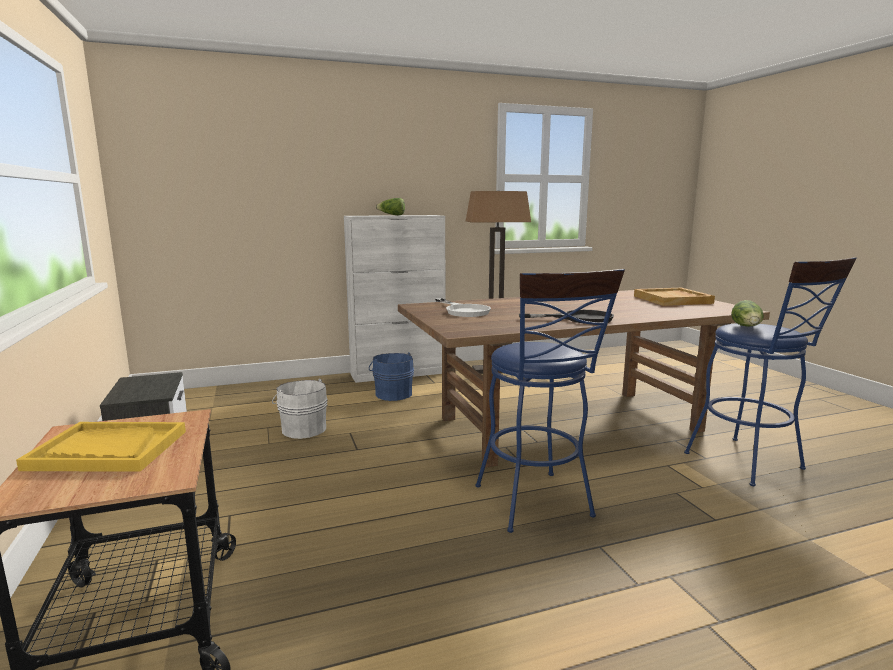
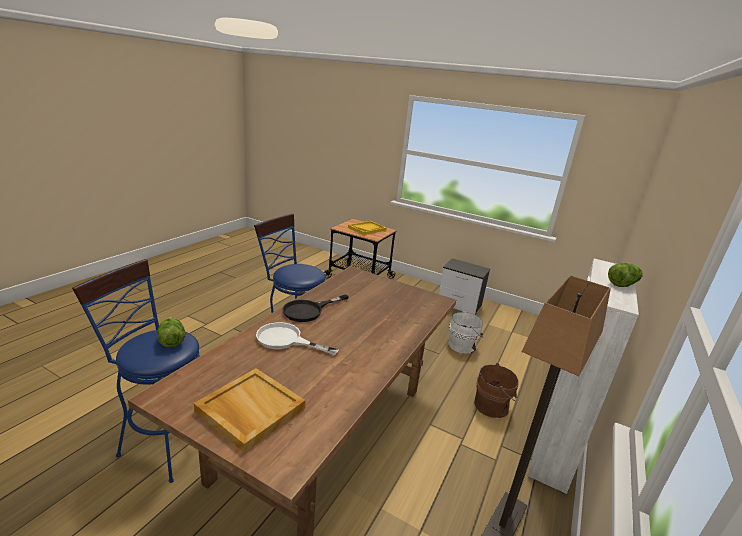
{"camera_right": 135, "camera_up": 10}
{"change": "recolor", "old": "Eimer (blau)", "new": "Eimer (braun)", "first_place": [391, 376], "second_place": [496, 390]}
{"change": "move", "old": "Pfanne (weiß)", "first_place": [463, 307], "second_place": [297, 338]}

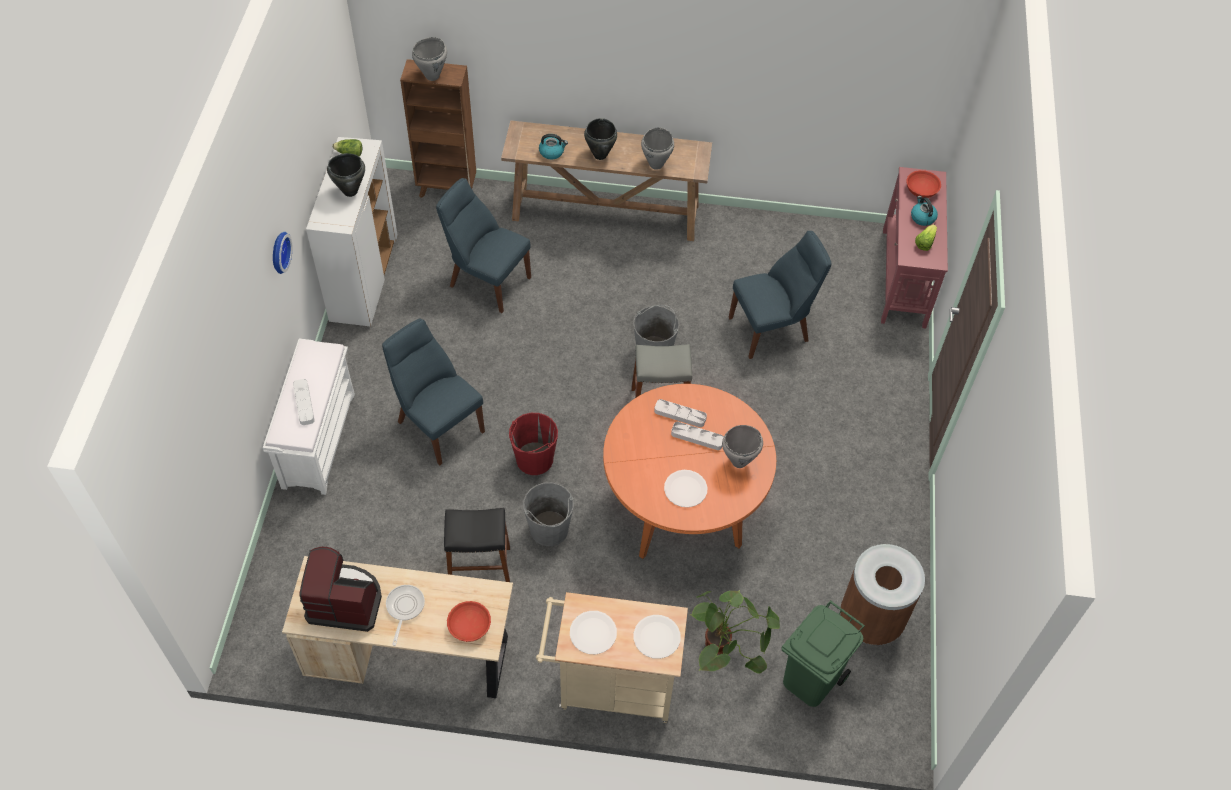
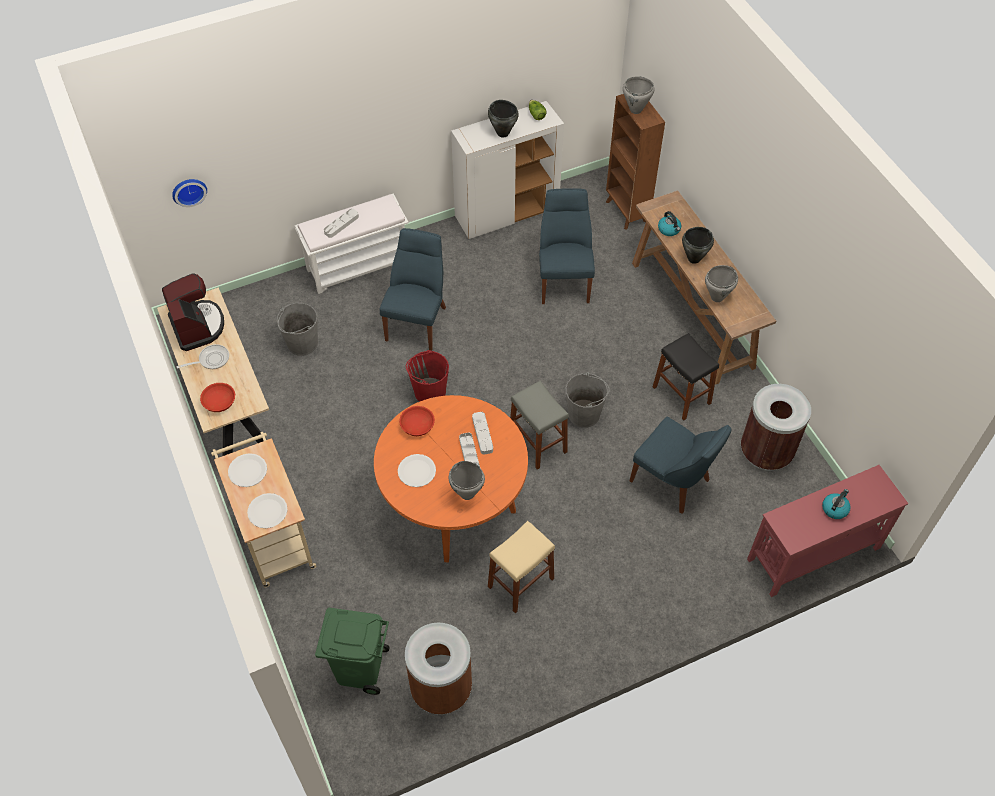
{"camera_right": 60, "camera_up": 0}
{"change": "move", "old": "Wanduhr", "first_place": [282, 253], "second_place": [189, 193]}
{"change": "move", "old": "Hocker (schwarz)", "first_place": [477, 545], "second_place": [686, 376]}
{"change": "move", "old": "Eimer (grau)", "first_place": [548, 514], "second_place": [297, 329]}
{"change": "delete", "old": "Topfpflanze", "first_place": [735, 632]}
{"change": "move", "old": "Schüssel (rot)", "first_place": [923, 184], "second_place": [417, 421]}
{"change": "delete", "old": "Salatkopf", "first_place": [926, 238]}
{"change": "insert", "new": "Hocker (beige)", "second_place": [521, 567]}
{"change": "insert", "new": "Mülleimer (braun)", "second_place": [776, 427]}

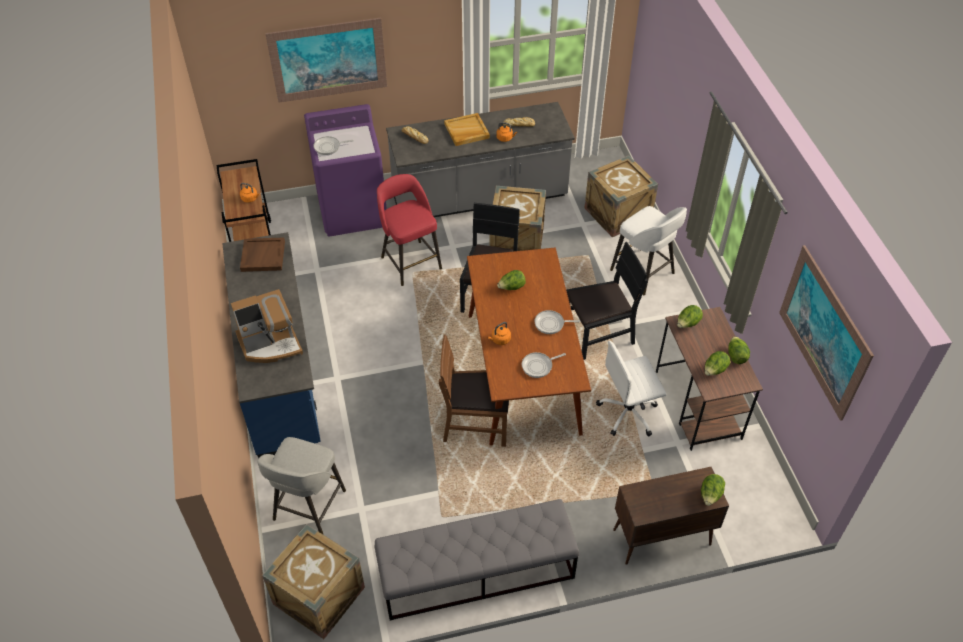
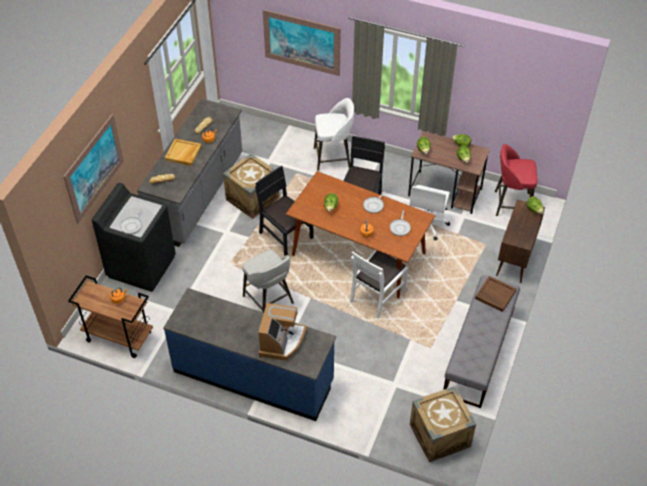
{"camera_right": -55, "camera_up": 0}
{"change": "move", "old": "Tablett (braun)", "first_place": [262, 254], "second_place": [496, 294]}
{"change": "move", "old": "Hocker (grau)", "first_place": [301, 486], "second_place": [268, 281]}
{"change": "recolor", "old": "Waschmaschine (lila)", "new": "Waschmaschine (schwarz)", "first_place": [345, 170], "second_place": [134, 237]}
{"change": "move", "old": "Hocker (rot)", "first_place": [409, 230], "second_place": [516, 180]}
{"change": "recolor", "old": "Stuhl (braun)", "new": "Stuhl (weiß)", "first_place": [474, 391], "second_place": [379, 284]}
{"change": "delete", "old": "Kiste", "first_place": [621, 196]}
{"change": "move", "old": "Bild", "first_place": [826, 333], "second_place": [302, 42]}

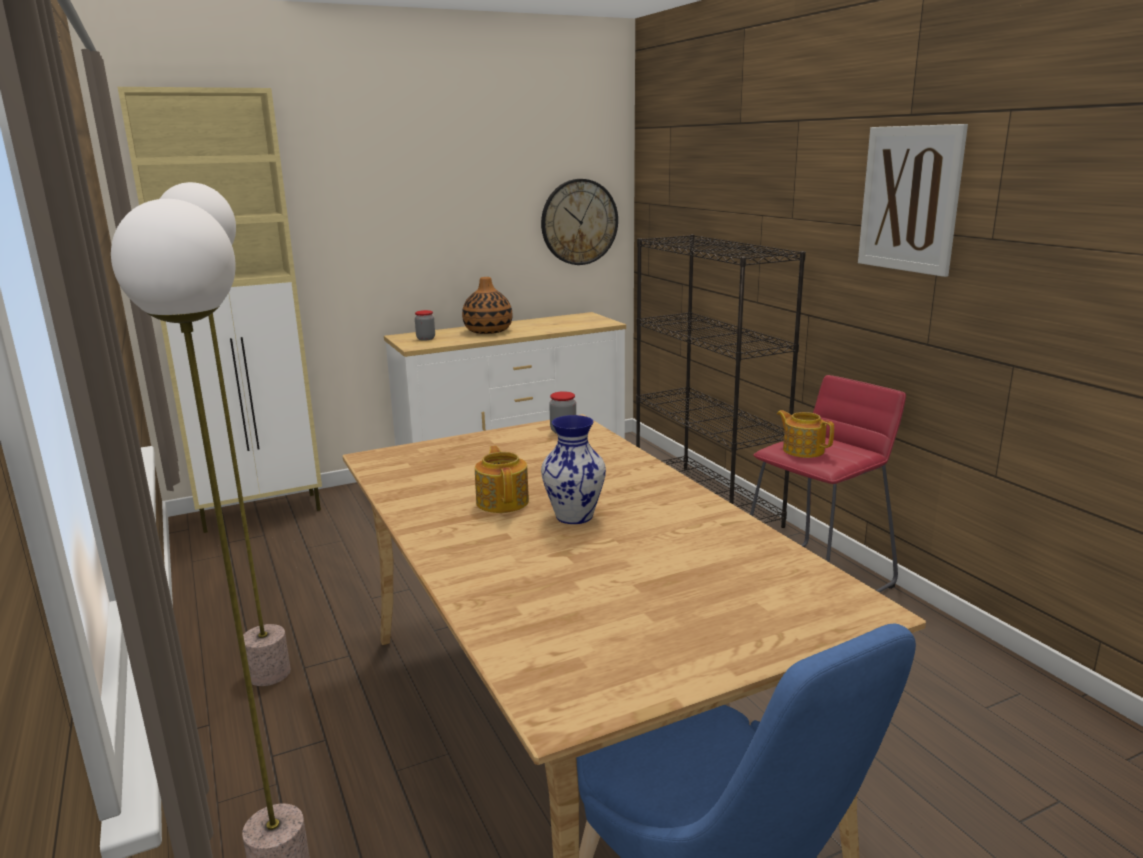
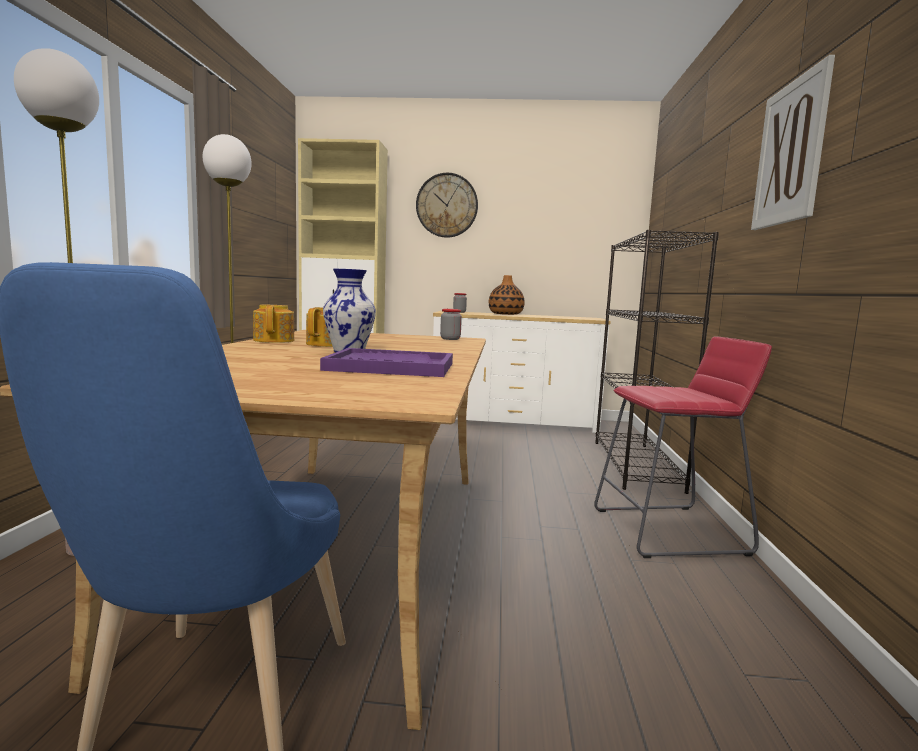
{"camera_right": 30, "camera_up": -10}
{"change": "move", "old": "Wanduhr", "first_place": [579, 222], "second_place": [447, 205]}
{"change": "move", "old": "Teekanne", "first_place": [805, 434], "second_place": [273, 324]}
{"change": "insert", "new": "Tablett (lila)", "second_place": [386, 362]}

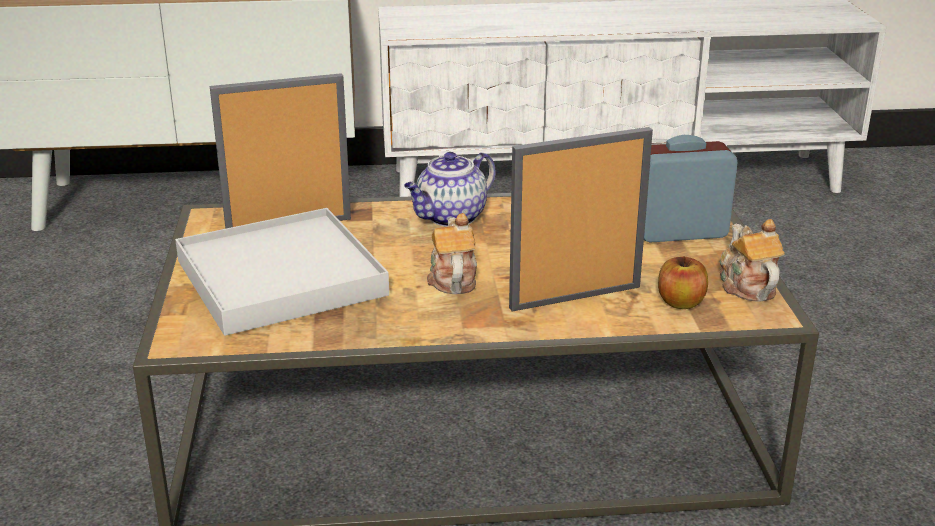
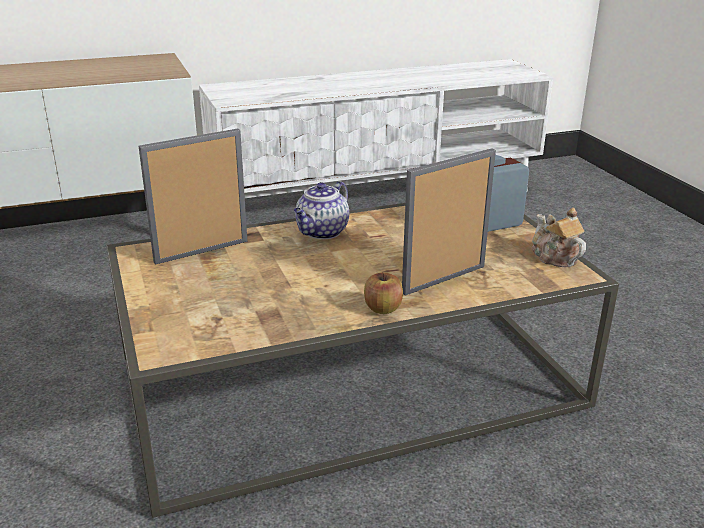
{"camera_right": -15, "camera_up": 0}
{"change": "delete", "old": "Tablett (weiß)", "first_place": [282, 272]}
{"change": "delete", "old": "Teekanne", "first_place": [452, 253]}
{"change": "move", "old": "Apfel", "first_place": [683, 282], "second_place": [383, 293]}

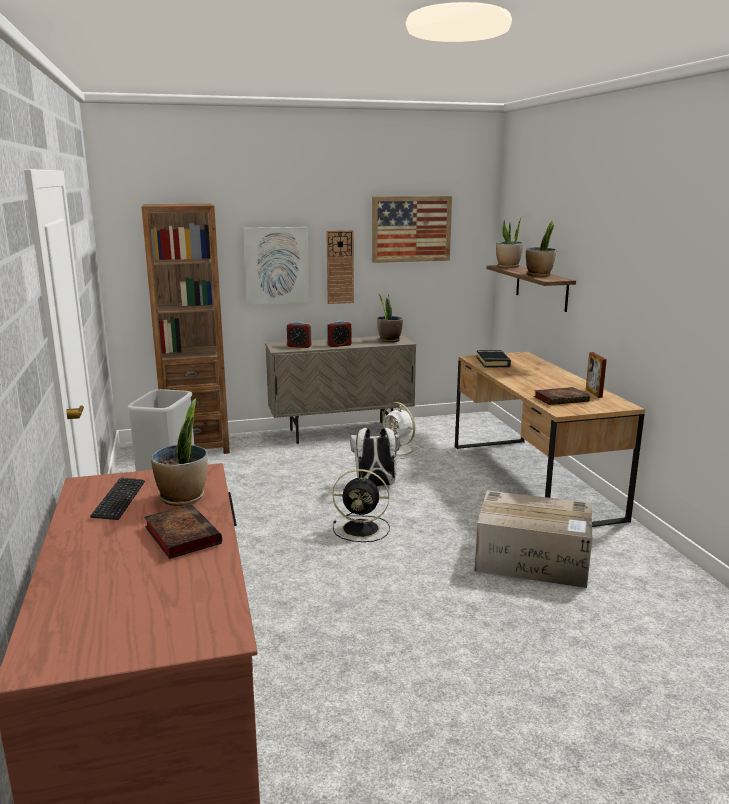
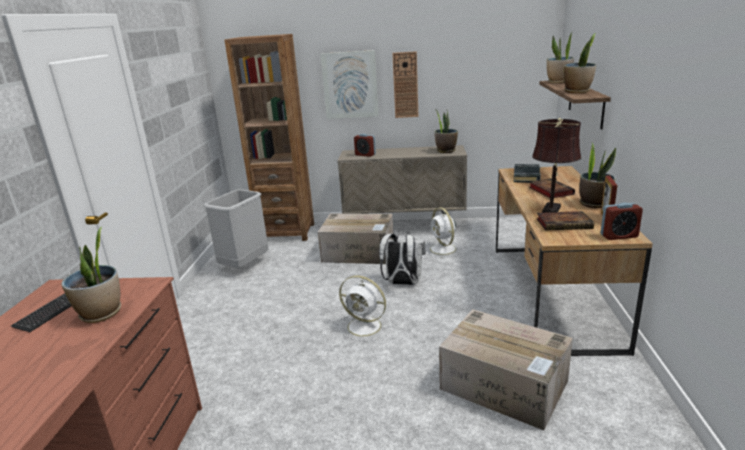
{"camera_right": 20, "camera_up": 5}
{"change": "move", "old": "Buch", "first_place": [183, 531], "second_place": [552, 188]}
{"change": "move", "old": "Wecker", "first_place": [339, 333], "second_place": [622, 221]}
{"change": "recolor", "old": "Ventilator (schwarz)", "new": "Ventilator (weiß)", "first_place": [361, 505], "second_place": [365, 308]}
{"change": "delete", "old": "Bild", "first_place": [412, 229]}
{"change": "insert", "new": "Karton", "second_place": [356, 238]}
{"change": "insert", "new": "Tischlampe (braun)", "second_place": [556, 165]}
{"change": "insert", "new": "Topfpflanze", "second_place": [597, 175]}

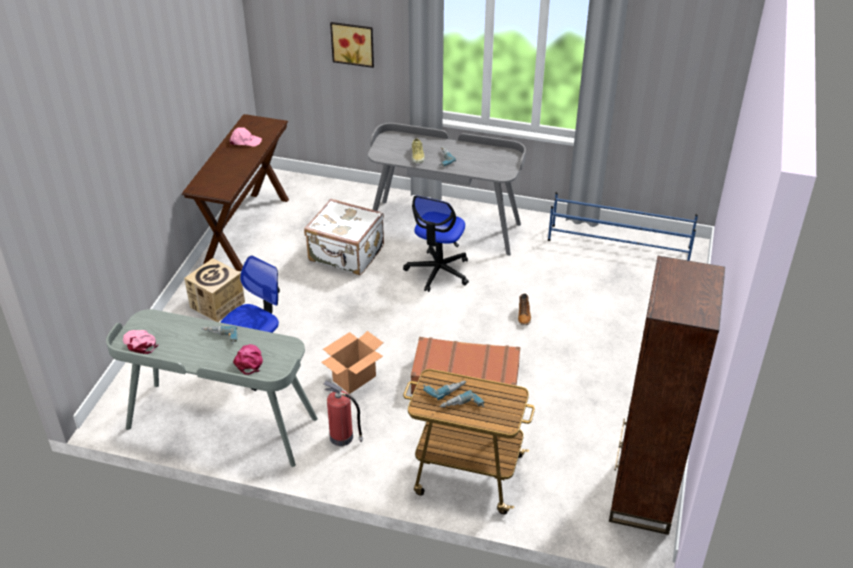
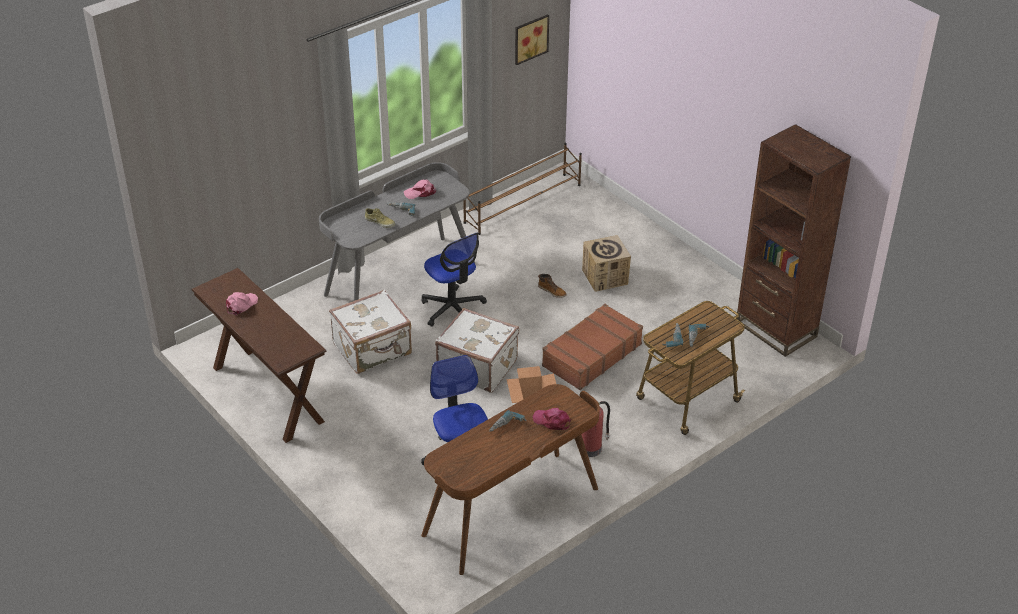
{"camera_right": -55, "camera_up": 0}
{"change": "recolor", "old": "Schreibtisch (grau)", "new": "Schreibtisch (braun)", "first_place": [212, 388], "second_place": [510, 479]}
{"change": "move", "old": "Kappe (rosa)", "first_place": [140, 342], "second_place": [420, 189]}
{"change": "move", "old": "Karton", "first_place": [214, 290], "second_place": [606, 263]}
{"change": "move", "old": "Bild", "first_place": [352, 45], "second_place": [532, 39]}
{"change": "recolor", "old": "Schuhregal (blau)", "new": "Schuhregal (braun)", "first_place": [623, 226], "second_place": [522, 189]}
{"change": "insert", "new": "Koffer (weiß)", "second_place": [477, 350]}

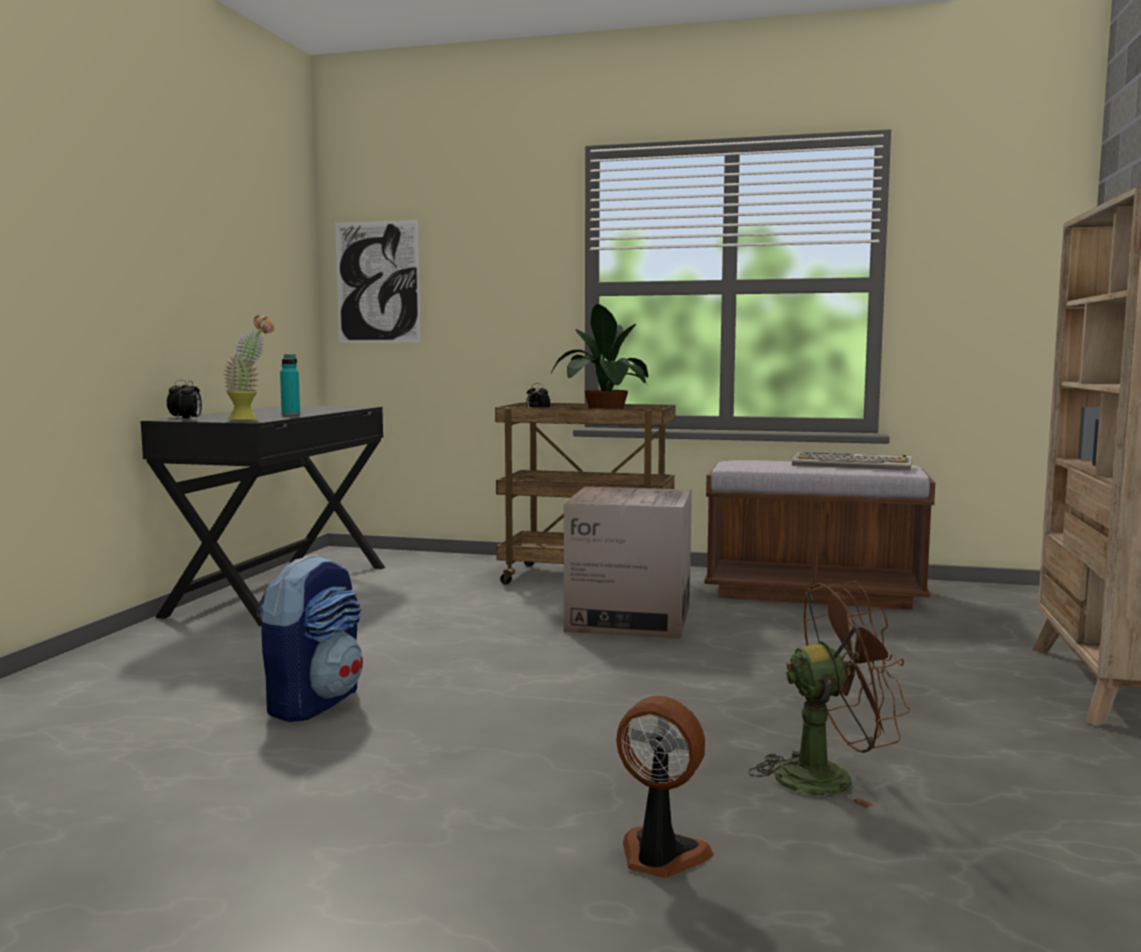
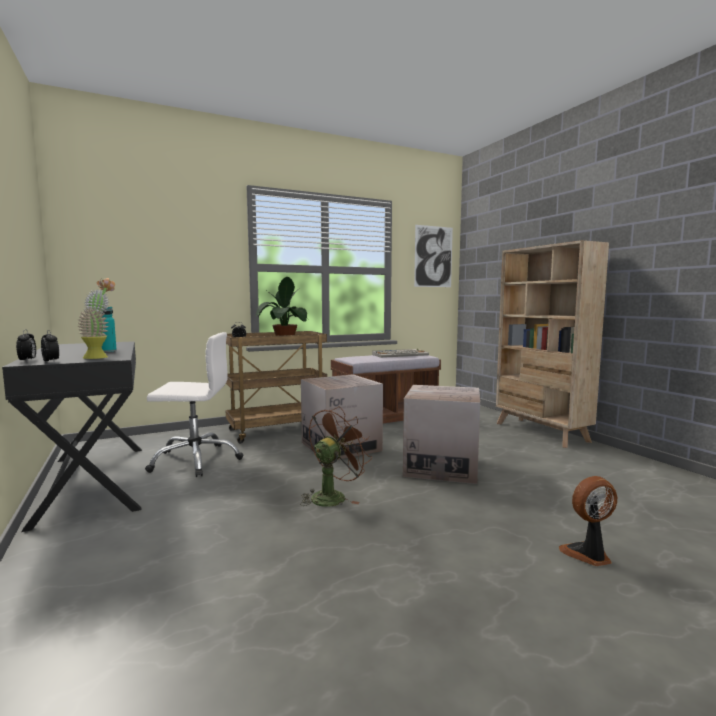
{"camera_right": -40, "camera_up": 0}
{"change": "delete", "old": "Rucksack", "first_place": [310, 638]}
{"change": "move", "old": "Bild", "first_place": [378, 281], "second_place": [433, 256]}
{"change": "move", "old": "Ventilator (braun)", "first_place": [829, 694], "second_place": [336, 456]}
{"change": "insert", "new": "Bürostuhl (weiß)", "second_place": [194, 404]}
{"change": "insert", "new": "Karton", "second_place": [441, 434]}

